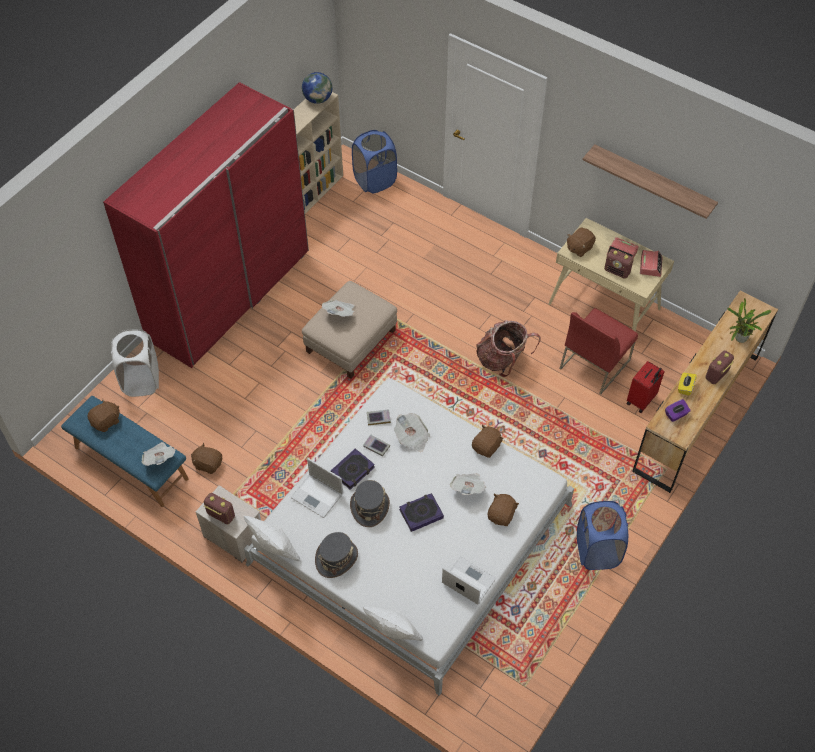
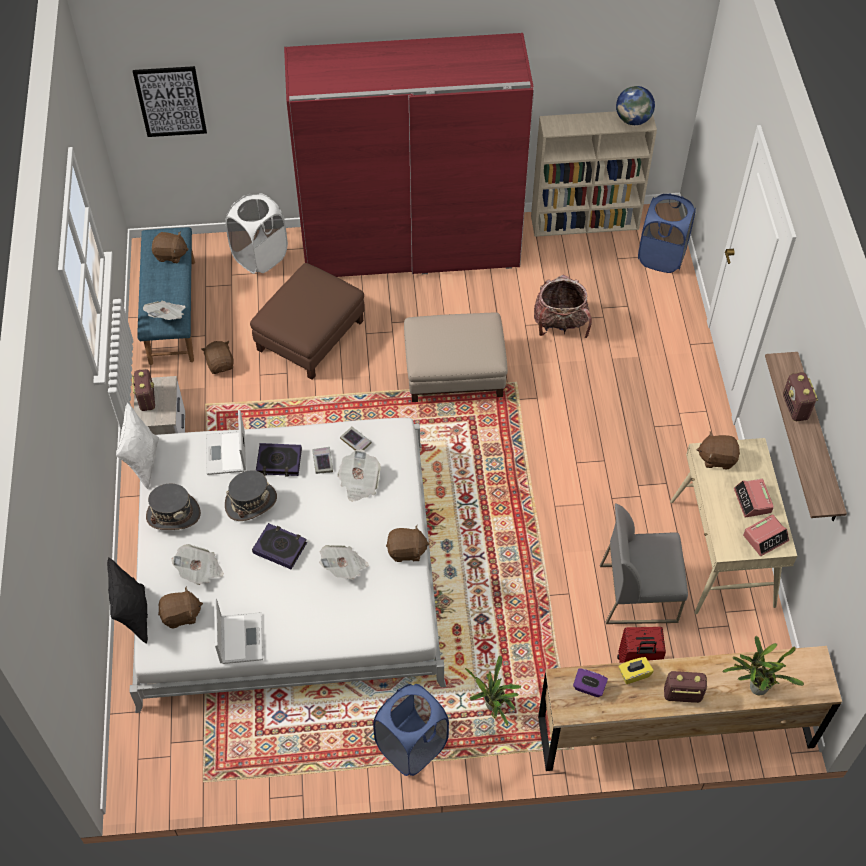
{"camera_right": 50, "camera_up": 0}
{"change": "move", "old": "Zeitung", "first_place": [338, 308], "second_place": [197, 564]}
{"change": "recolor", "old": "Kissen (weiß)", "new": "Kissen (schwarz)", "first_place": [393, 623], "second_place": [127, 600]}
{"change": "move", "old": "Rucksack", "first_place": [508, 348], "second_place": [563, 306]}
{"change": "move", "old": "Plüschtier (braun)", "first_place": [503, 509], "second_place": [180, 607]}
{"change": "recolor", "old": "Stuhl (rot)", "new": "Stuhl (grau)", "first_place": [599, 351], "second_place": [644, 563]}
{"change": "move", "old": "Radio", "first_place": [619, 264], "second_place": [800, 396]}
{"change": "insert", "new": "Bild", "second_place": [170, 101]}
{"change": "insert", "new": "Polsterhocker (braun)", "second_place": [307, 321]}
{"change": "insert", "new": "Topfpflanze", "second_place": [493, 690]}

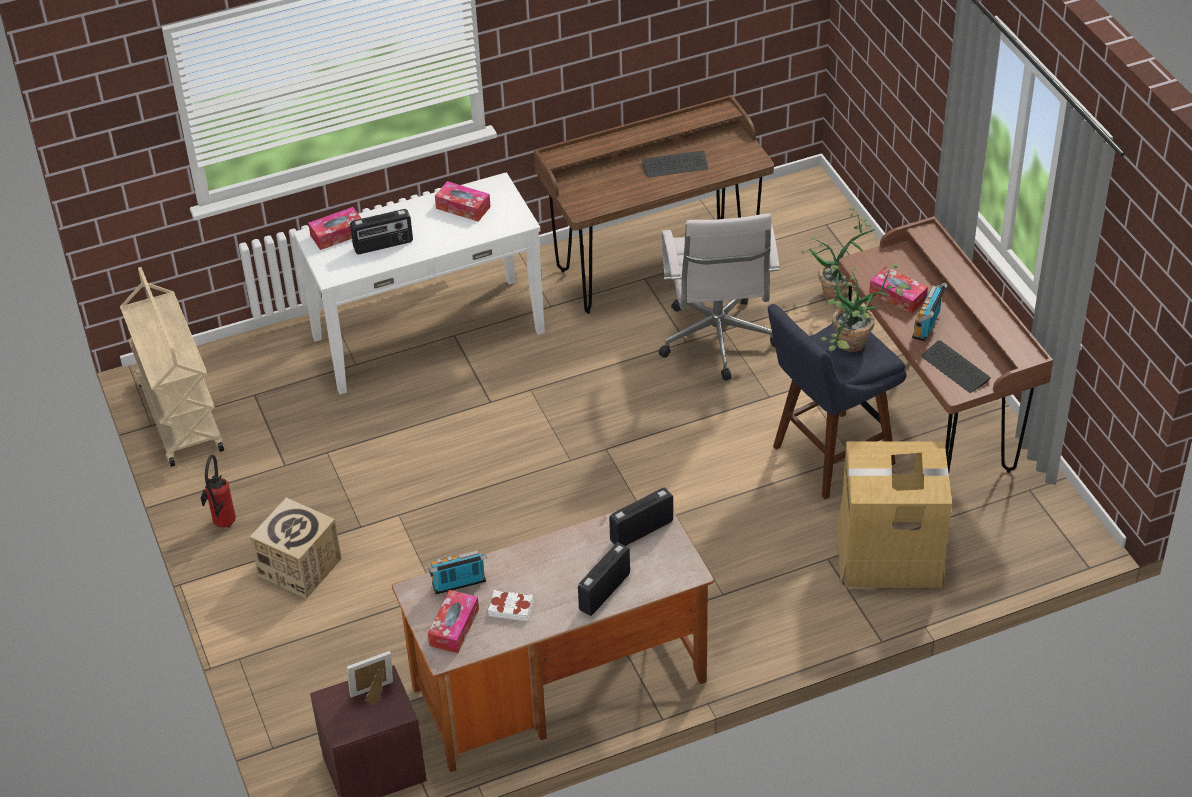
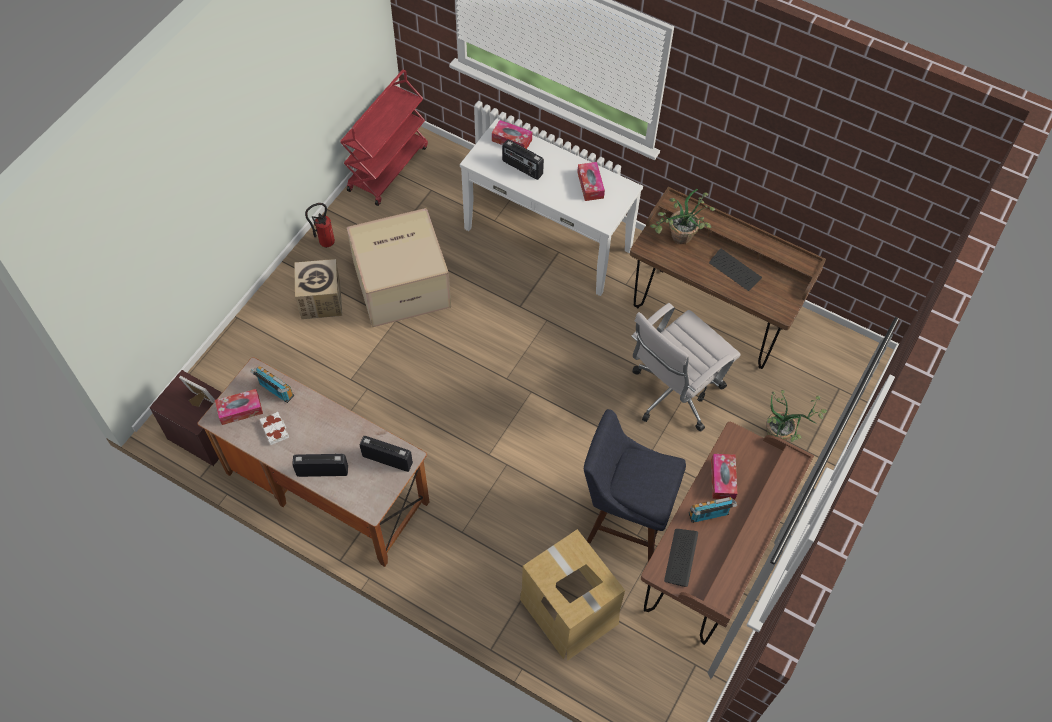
{"camera_right": 50, "camera_up": 15}
{"change": "recolor", "old": "Rollwagen (beige)", "new": "Rollwagen (rot)", "first_place": [172, 367], "second_place": [384, 137]}
{"change": "move", "old": "Topfpflanze", "first_place": [864, 308], "second_place": [683, 216]}
{"change": "insert", "new": "Karton", "second_place": [399, 267]}

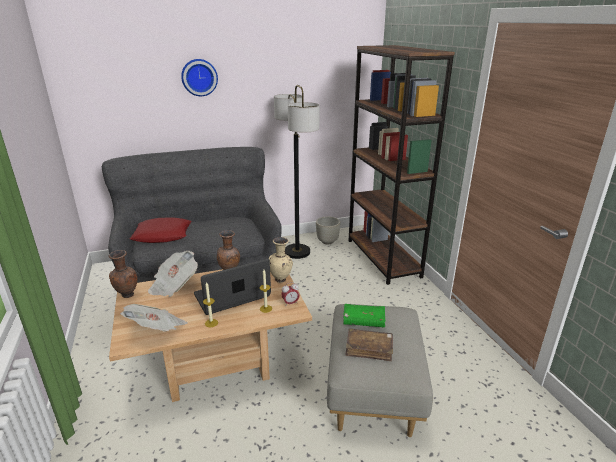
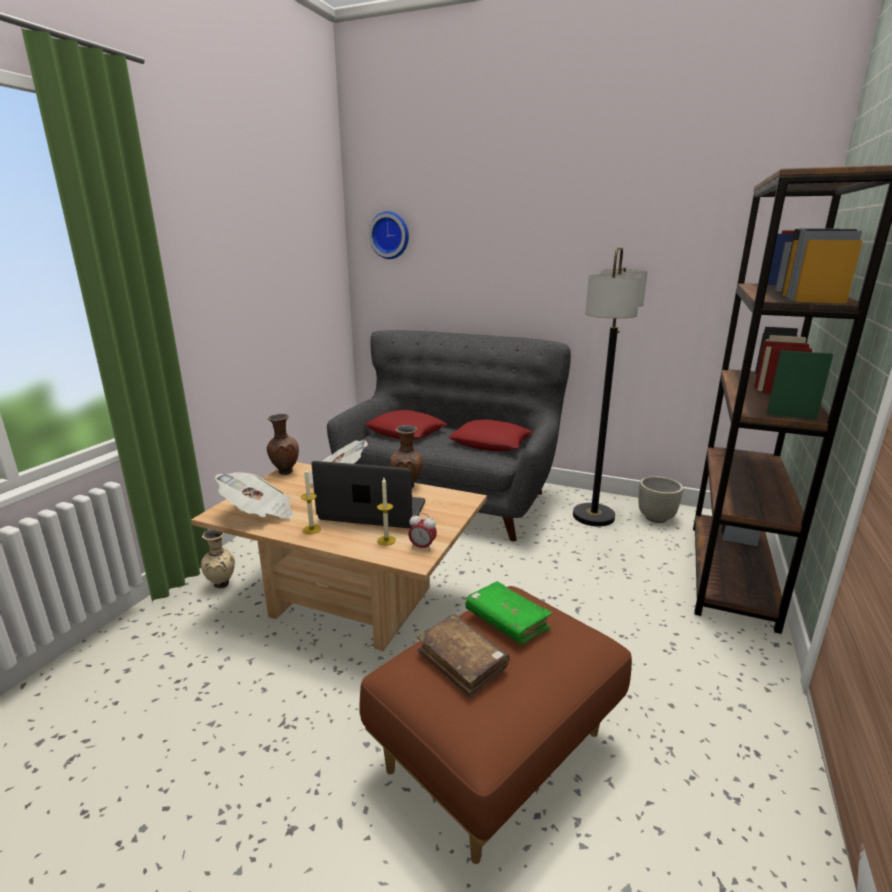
{"camera_right": 40, "camera_up": -5}
{"change": "move", "old": "Wanduhr", "first_place": [199, 77], "second_place": [389, 235]}
{"change": "move", "old": "Vase (beige)", "first_place": [281, 260], "second_place": [218, 559]}
{"change": "recolor", "old": "Polsterhocker (grau)", "new": "Polsterhocker (braun)", "first_place": [380, 370], "second_place": [495, 725]}
{"change": "insert", "new": "Kissen (rot)", "second_place": [491, 435]}

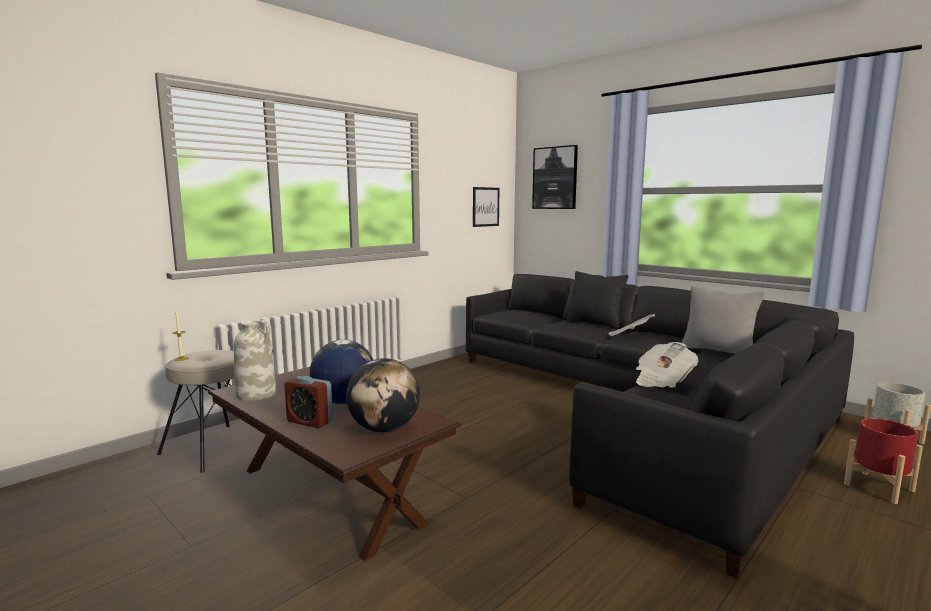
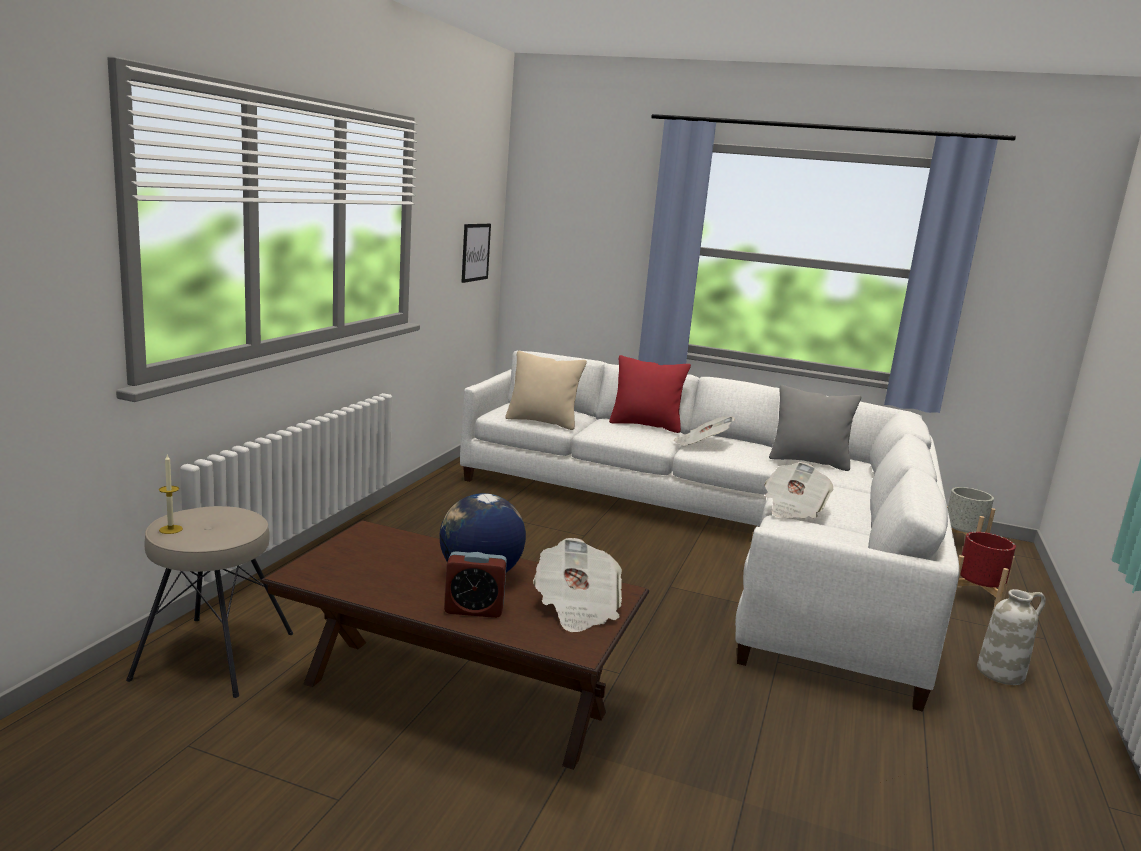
{"camera_right": -25, "camera_up": 5}
{"change": "move", "old": "Vase (weiß)", "first_place": [255, 360], "second_place": [1011, 637]}
{"change": "replace", "old": "Globus", "new": "Zeitung", "first_place": [383, 395], "second_place": [577, 585]}
{"change": "recolor", "old": "Sofa (schwarz)", "new": "Sofa (weiß)", "first_place": [660, 426], "second_place": [710, 531]}
{"change": "delete", "old": "Bild", "first_place": [555, 177]}
{"change": "recolor", "old": "Kissen (schwarz)", "new": "Kissen (rot)", "first_place": [597, 300], "second_place": [650, 394]}
{"change": "insert", "new": "Kissen (beige)", "second_place": [546, 390]}

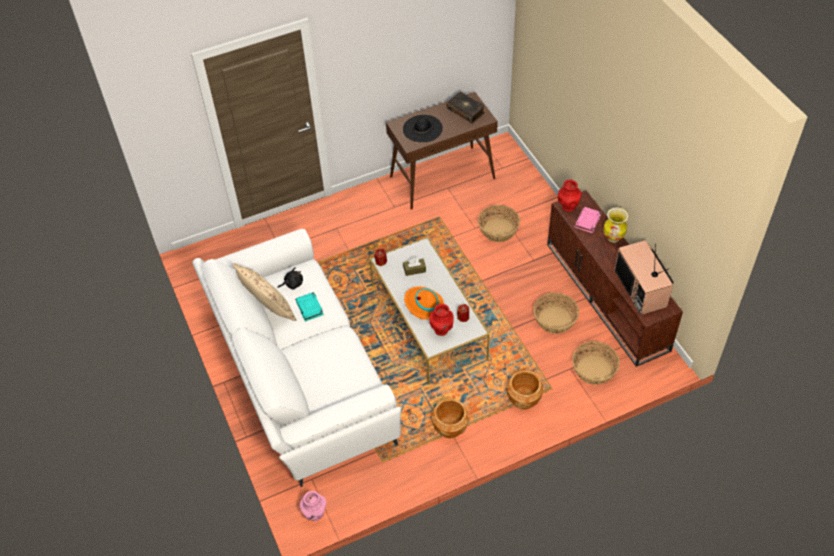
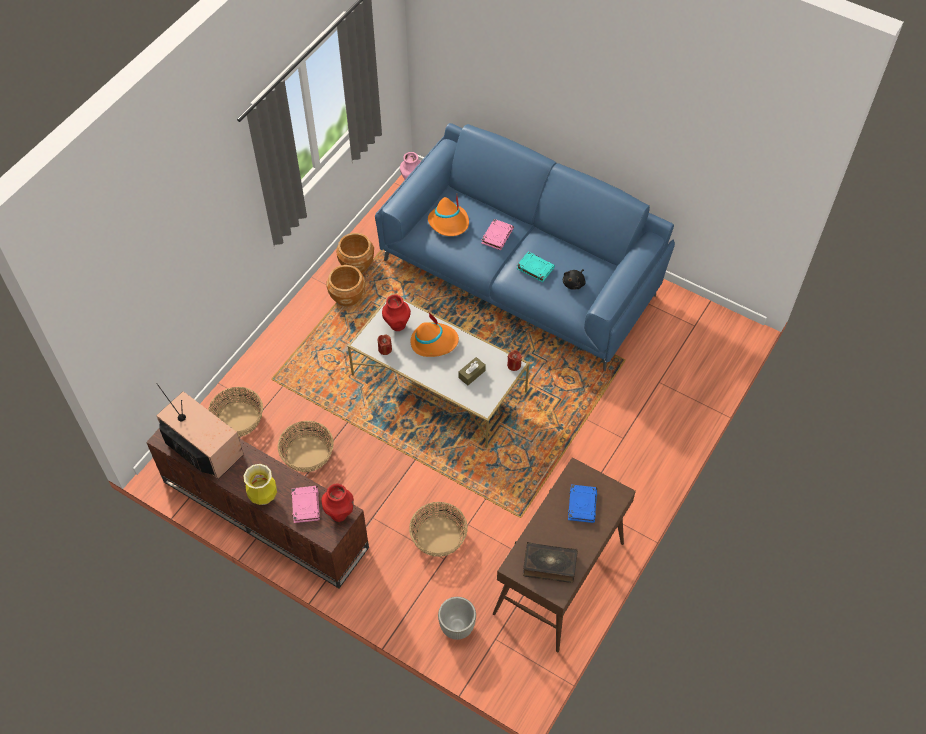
{"camera_right": 145, "camera_up": 5}
{"change": "recolor", "old": "Sofa (weiß)", "new": "Sofa (blau)", "first_place": [296, 358], "second_place": [525, 247]}
{"change": "delete", "old": "Kissen (beige)", "first_place": [264, 292]}
{"change": "replace", "old": "Hut (schwarz)", "new": "Buch (blau)", "first_place": [423, 128], "second_place": [582, 504]}
{"change": "move", "old": "Pflanzkübel (braun)", "first_place": [524, 390], "second_place": [355, 253]}
{"change": "insert", "new": "Hut (orange)", "second_place": [448, 216]}
{"change": "insert", "new": "Pflanzkübel (grau)", "second_place": [457, 618]}
{"change": "insert", "new": "Buch (rosa)", "second_place": [497, 234]}

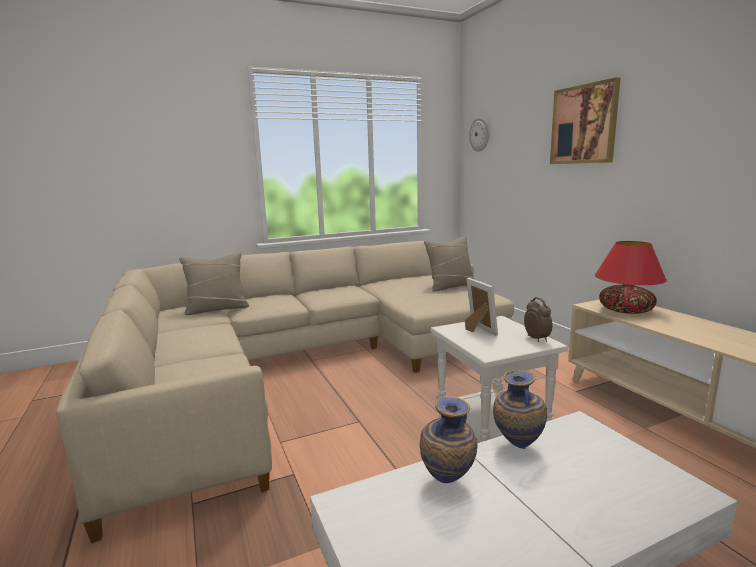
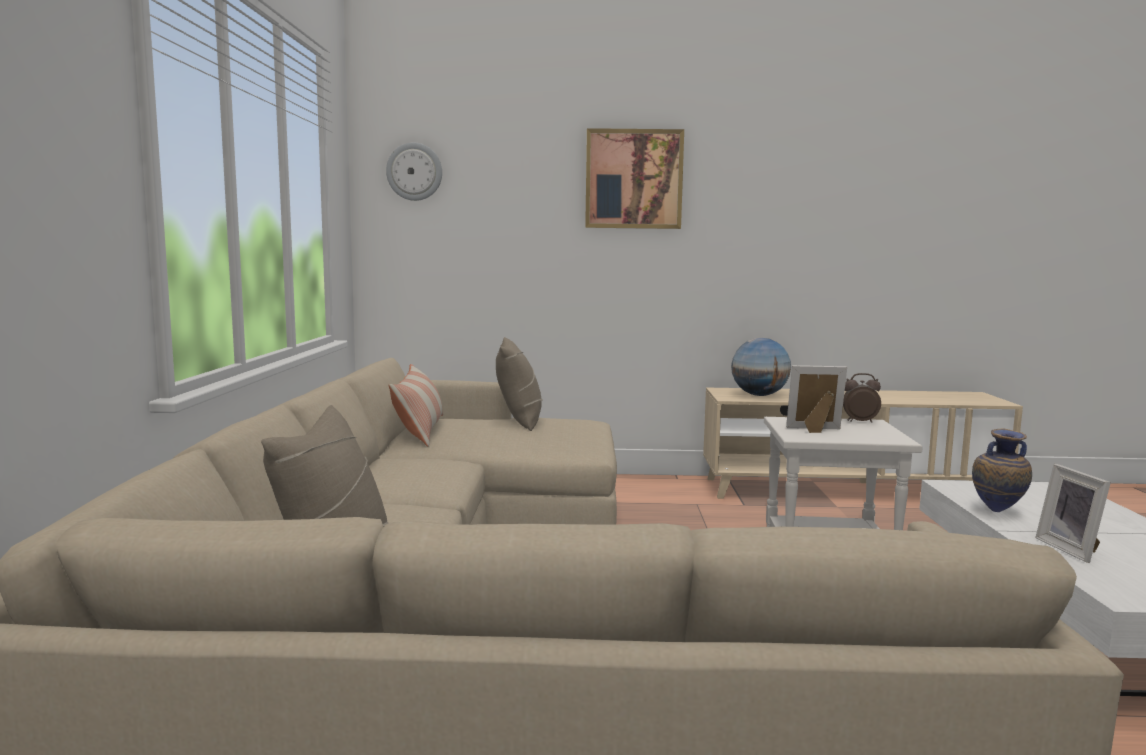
{"camera_right": -65, "camera_up": -5}
{"change": "replace", "old": "Vase", "new": "Bilderrahmen", "first_place": [449, 440], "second_place": [1073, 513]}
{"change": "replace", "old": "Tischlampe (rot)", "new": "Globus", "first_place": [631, 277], "second_place": [761, 367]}
{"change": "insert", "new": "Kissen", "second_place": [416, 405]}

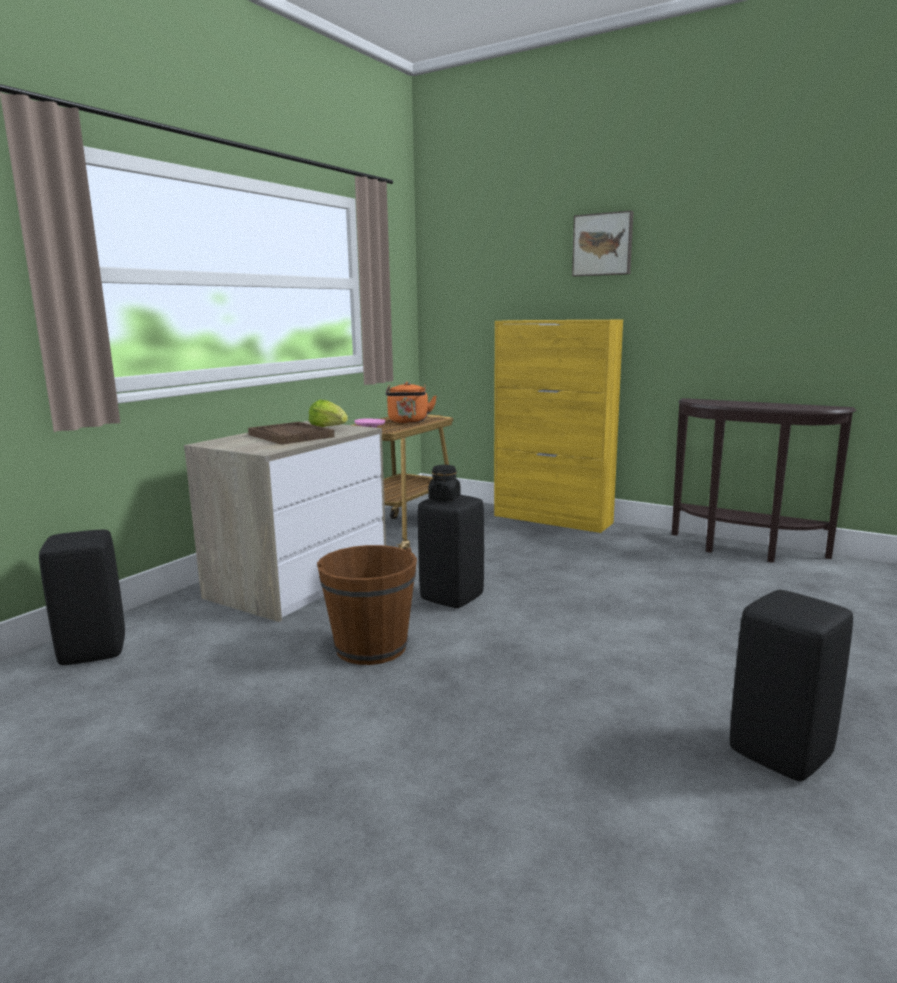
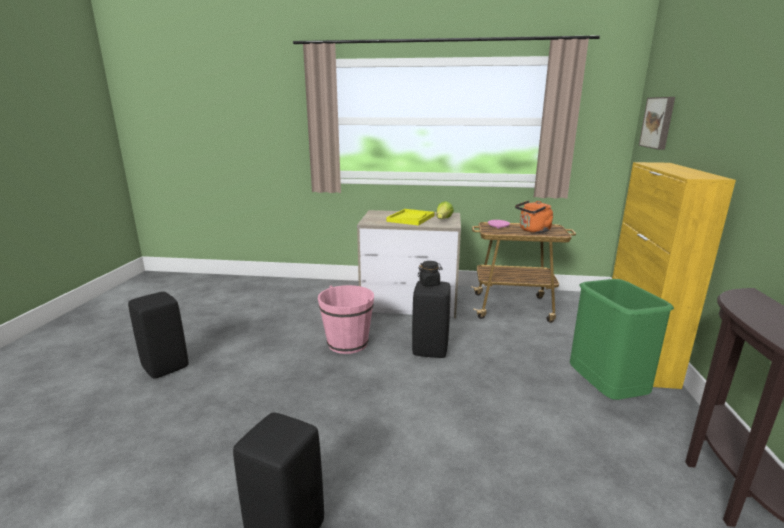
{"camera_right": 65, "camera_up": 5}
{"change": "move", "old": "Hocker (schwarz)", "first_place": [82, 597], "second_place": [158, 335]}
{"change": "recolor", "old": "Tablett (braun)", "new": "Tablett (gelb)", "first_place": [291, 433], "second_place": [410, 217]}
{"change": "recolor", "old": "Eimer (braun)", "new": "Eimer (rosa)", "first_place": [367, 605], "second_place": [346, 319]}
{"change": "move", "old": "Bild", "first_place": [602, 243], "second_place": [657, 123]}
{"change": "insert", "new": "Mülleimer (grün)", "second_place": [622, 339]}

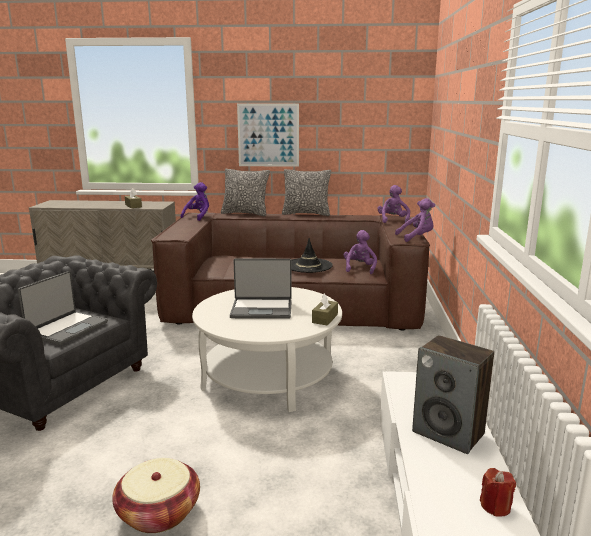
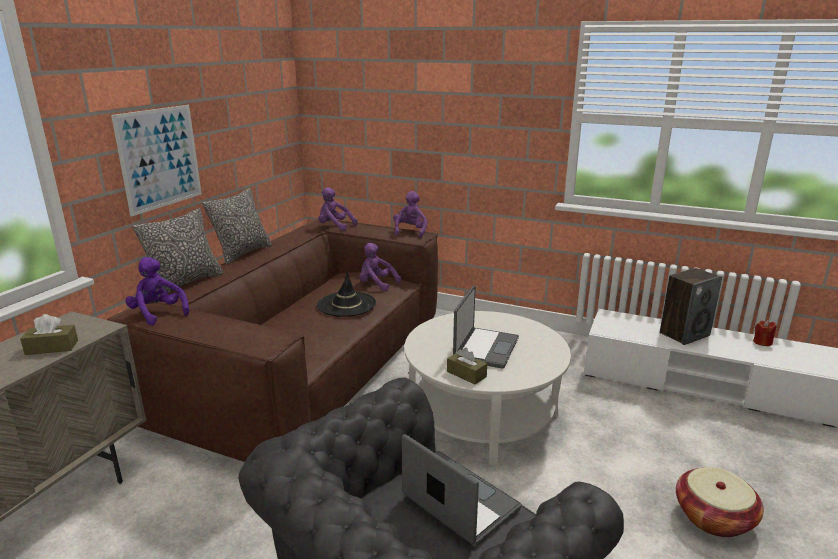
{"camera_right": -70, "camera_up": 5}
{"change": "move", "old": "Taschentuchbox (braun)", "first_place": [325, 309], "second_place": [467, 365]}

